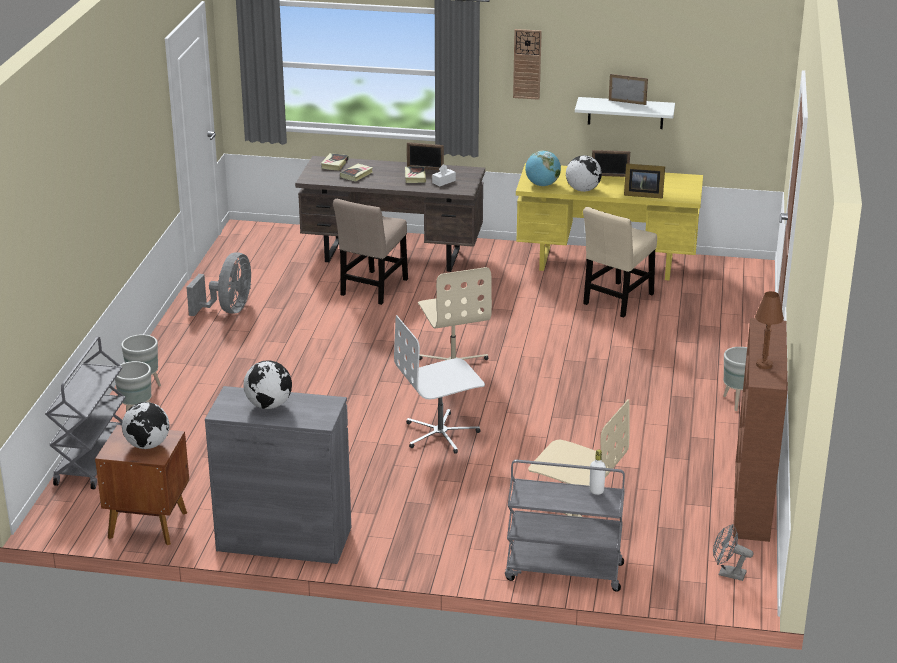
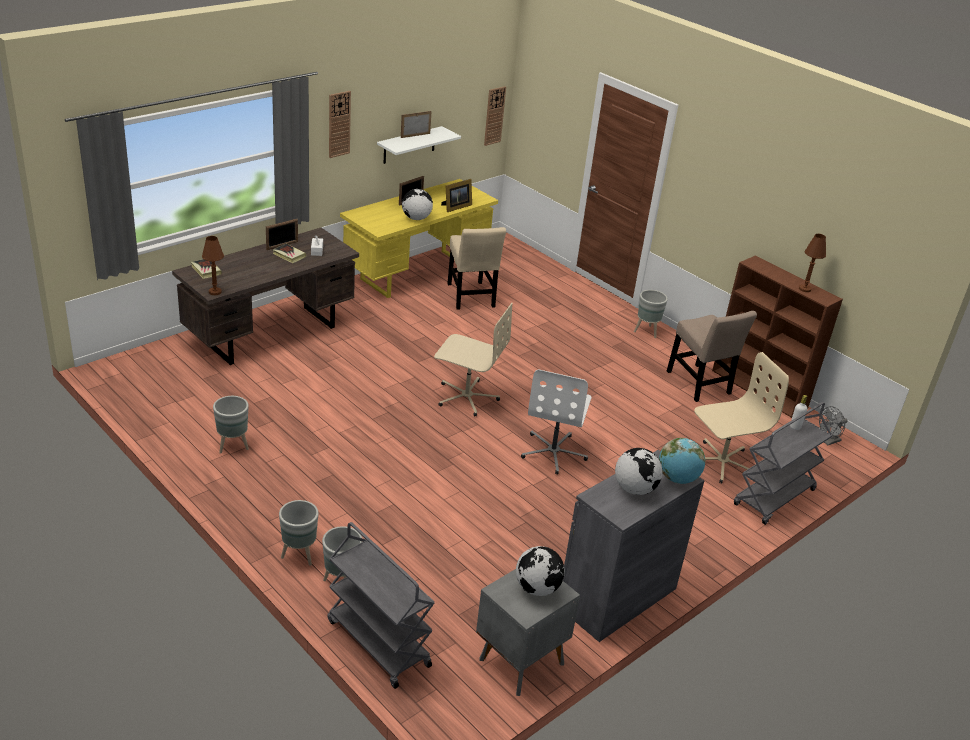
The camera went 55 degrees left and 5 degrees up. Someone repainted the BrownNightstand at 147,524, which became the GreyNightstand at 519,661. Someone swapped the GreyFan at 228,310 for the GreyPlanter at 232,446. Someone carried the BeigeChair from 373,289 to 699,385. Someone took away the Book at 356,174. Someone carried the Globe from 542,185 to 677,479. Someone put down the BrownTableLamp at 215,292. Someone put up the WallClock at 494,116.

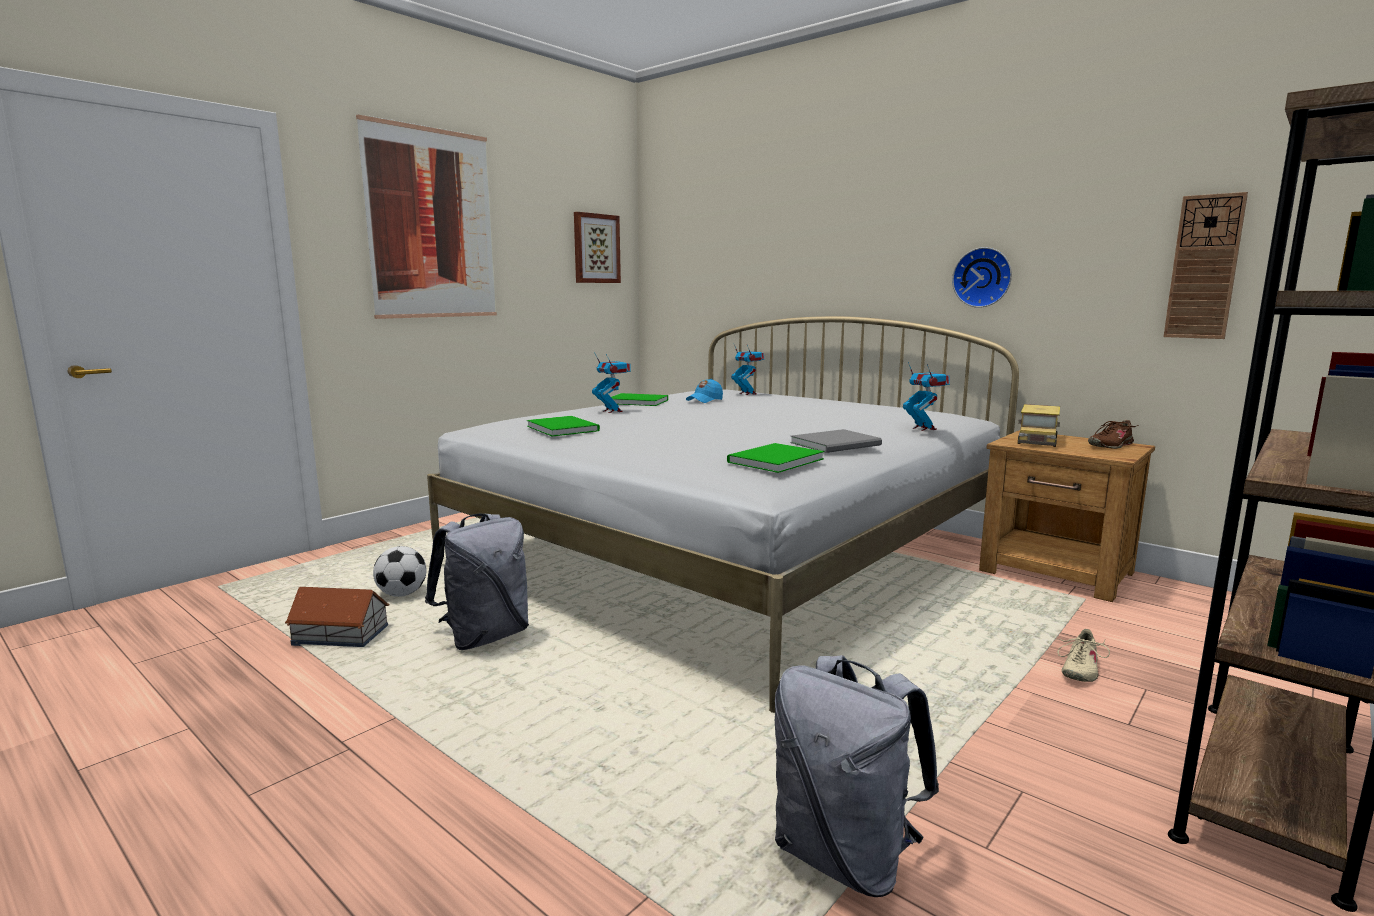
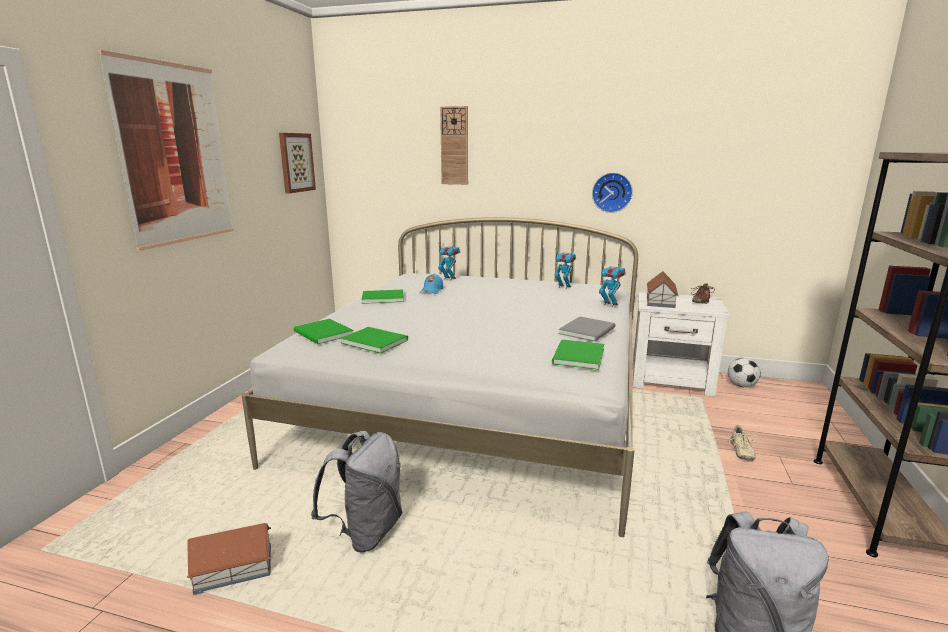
The camera went 25 degrees left and 5 degrees up. Someone carried the Football from 402,594 to 741,385. Someone carried the ToyRobot from 612,411 to 564,287. Someone repainted the BrownNightstand at 1057,572, which became the WhiteNightstand at 672,380. Someone swapped the ToyTruck at 1037,441 for the ToyHouse at 660,301. Someone carried the WallClock from 1204,267 to 454,146. Someone put down the GreenBook at 323,334.

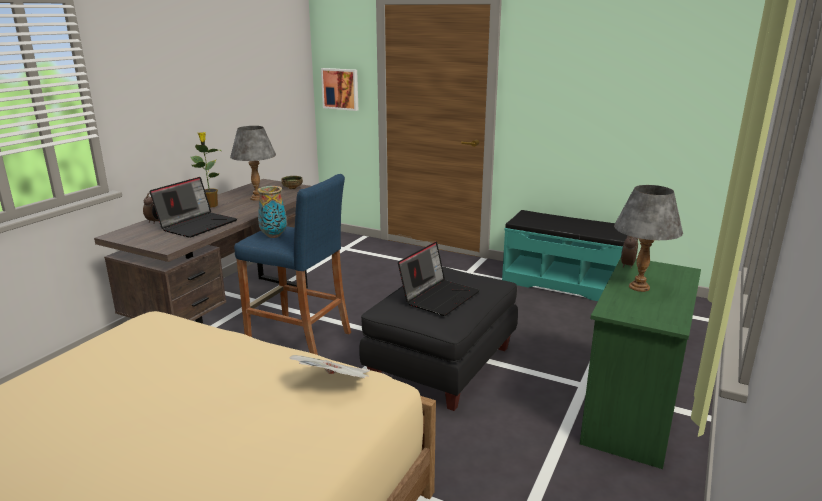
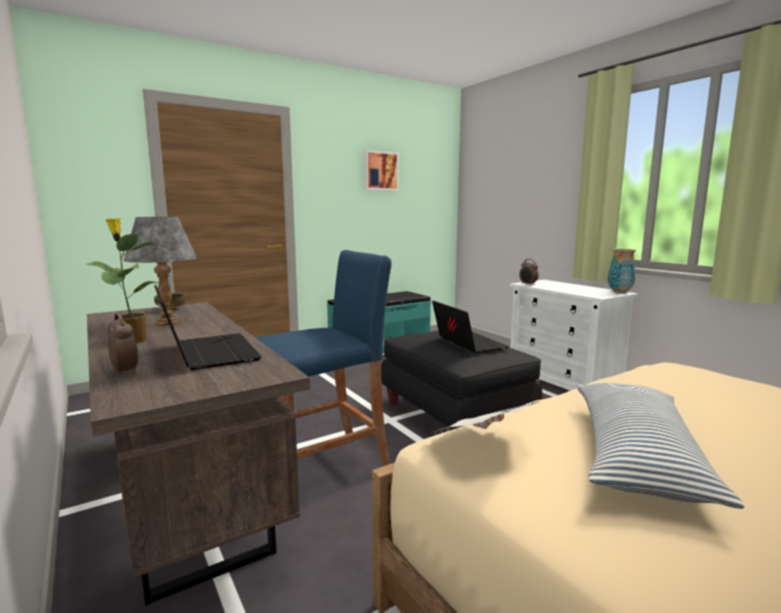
The camera went 60 degrees left and 10 degrees down. Someone carried the Vase from 273,236 to 620,292. Someone carried the Newspaper from 335,385 to 479,445. Someone carried the Picture from 341,89 to 380,171. Someone repainted the GreenDresser at 631,414, which became the WhiteDresser at 563,381. Someone took away the GreyTableLamp at 639,287. Someone put down the Pillow at 636,455.

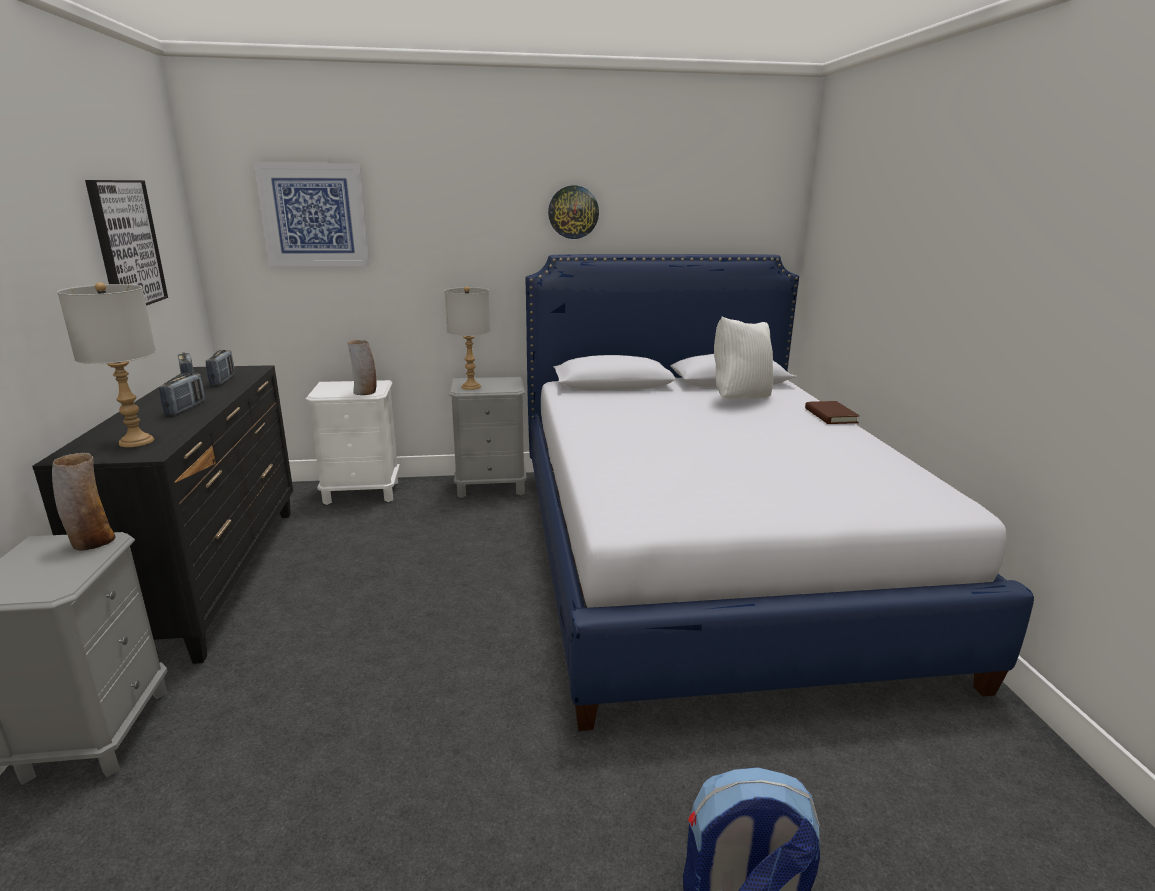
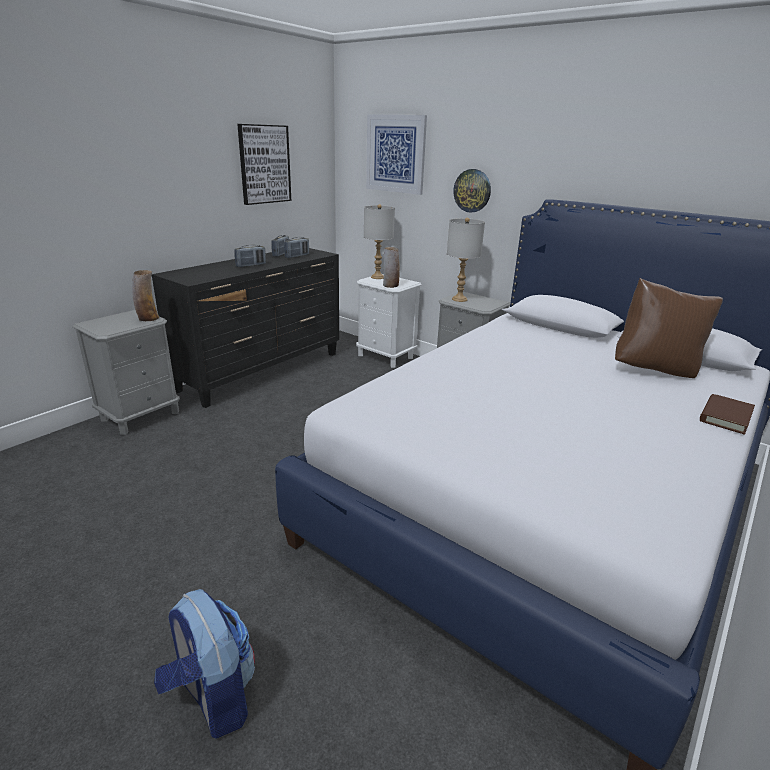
The camera went 45 degrees right and 5 degrees up. Someone carried the GreyTableLamp from 136,442 to 377,277. Someone carried the WallClock from 573,212 to 472,190. Someone repainted the WhitePillow at 739,398, which became the BrownPillow at 655,370.

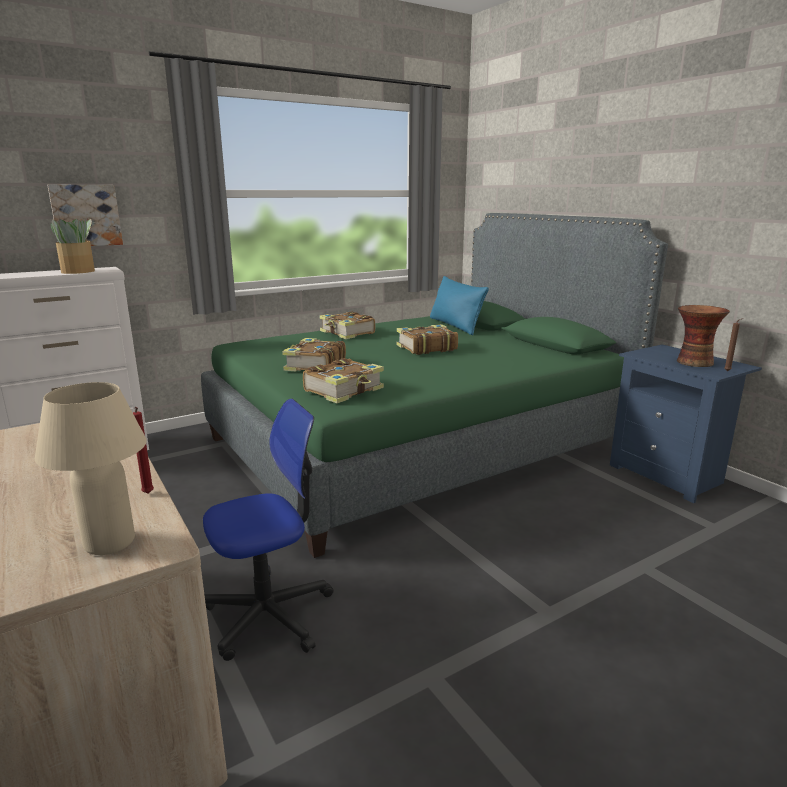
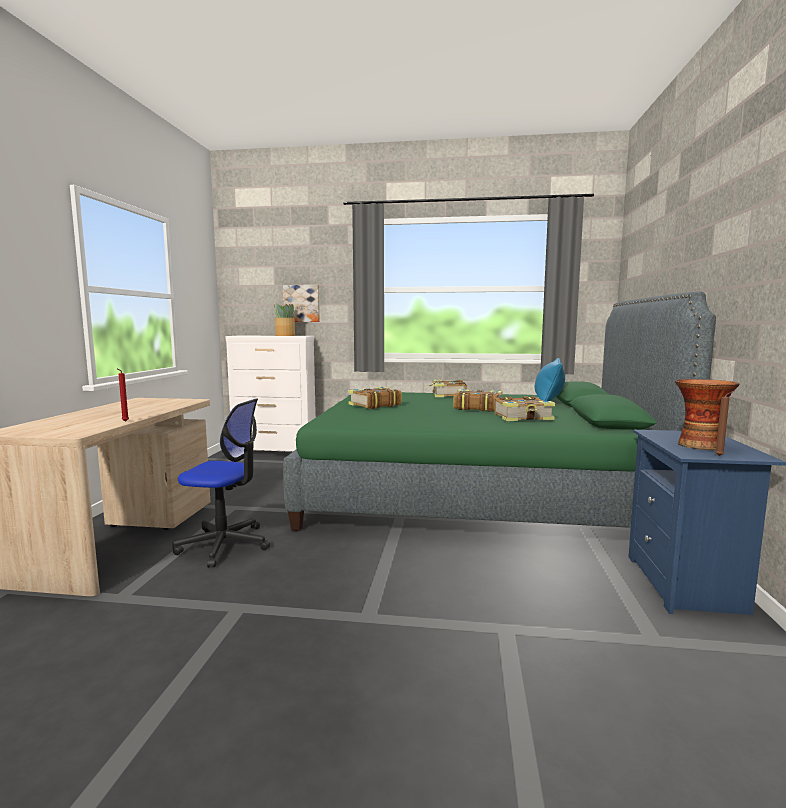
The camera went 40 degrees right and 10 degrees down. Someone took away the BeigeTableLamp at 110,543. Someone carried the Book from 345,390 to 523,418.

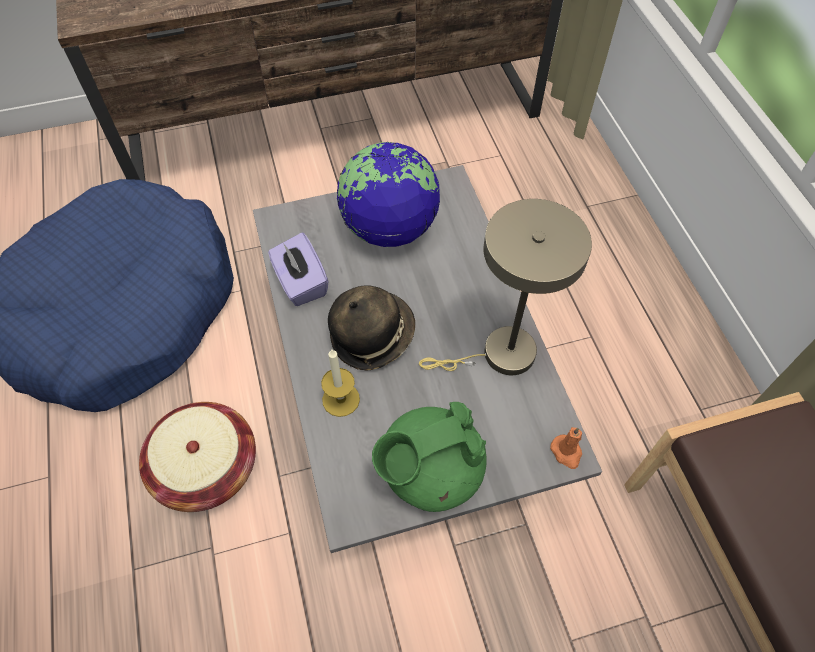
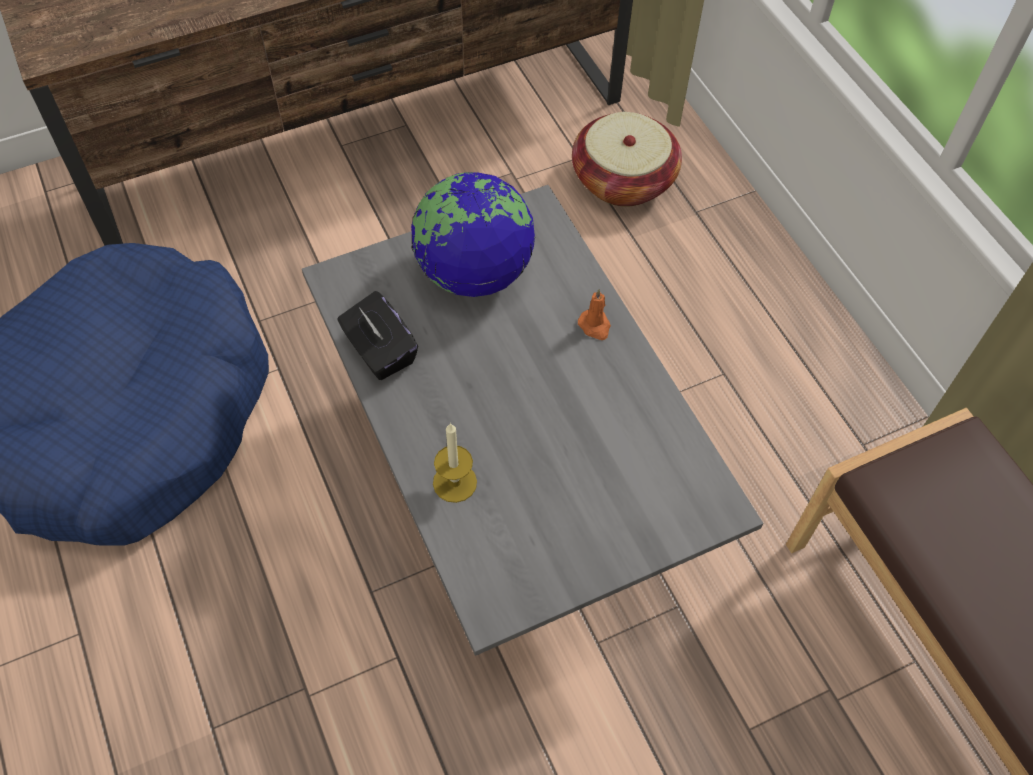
The camera went 10 degrees left and 0 degrees up. Someone carried the Basket from 206,467 to 623,180. Someone repainted the PurpleTissueBox at 300,283, which became the BlackTissueBox at 380,352. Someone took away the Hat at 371,335. Someone took away the GreenTeapot at 430,471. Someone took away the BeigeTableLamp at 499,355. Someone carried the OrangeCandle from 567,452 to 595,326.

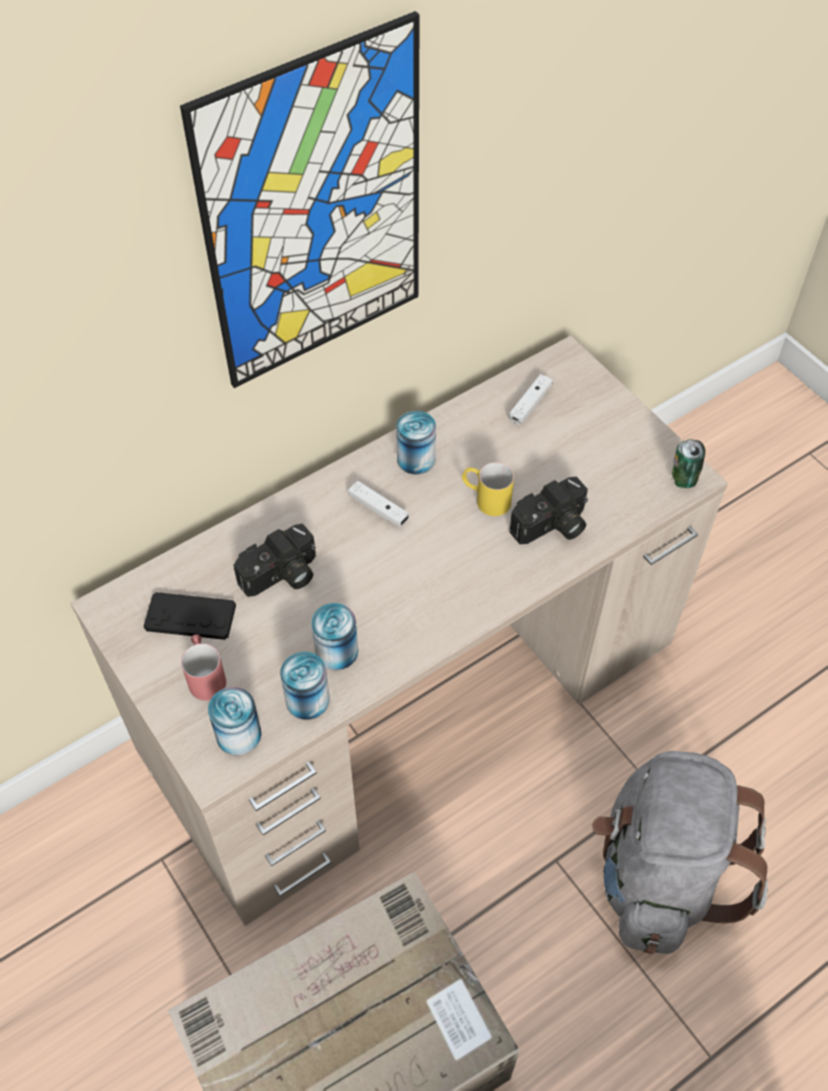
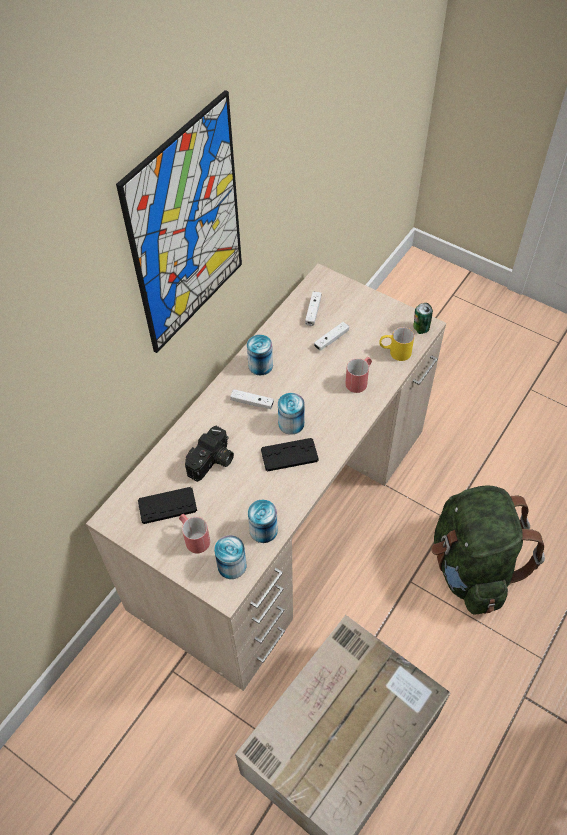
The camera went 20 degrees left and 0 degrees up. Someone carried the Can from 336,651 to 291,423. Someone carried the YellowMug from 485,499 to 394,352. Someone swapped the PhotoCamera at 552,527 for the RedMug at 359,380. Someone repainted the GreyBackpack at 659,874, which became the GreenBackpack at 471,567. Someone put down the BlackGameController at 289,455. Someone put down the WhiteGameController at 331,339.

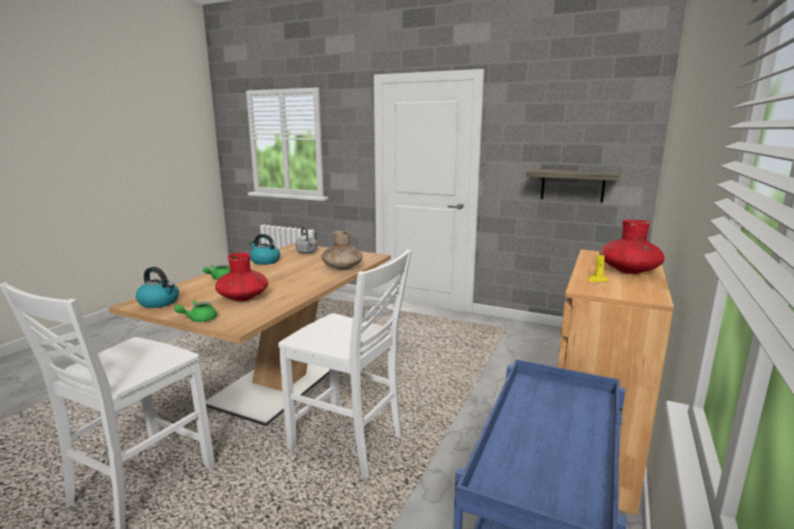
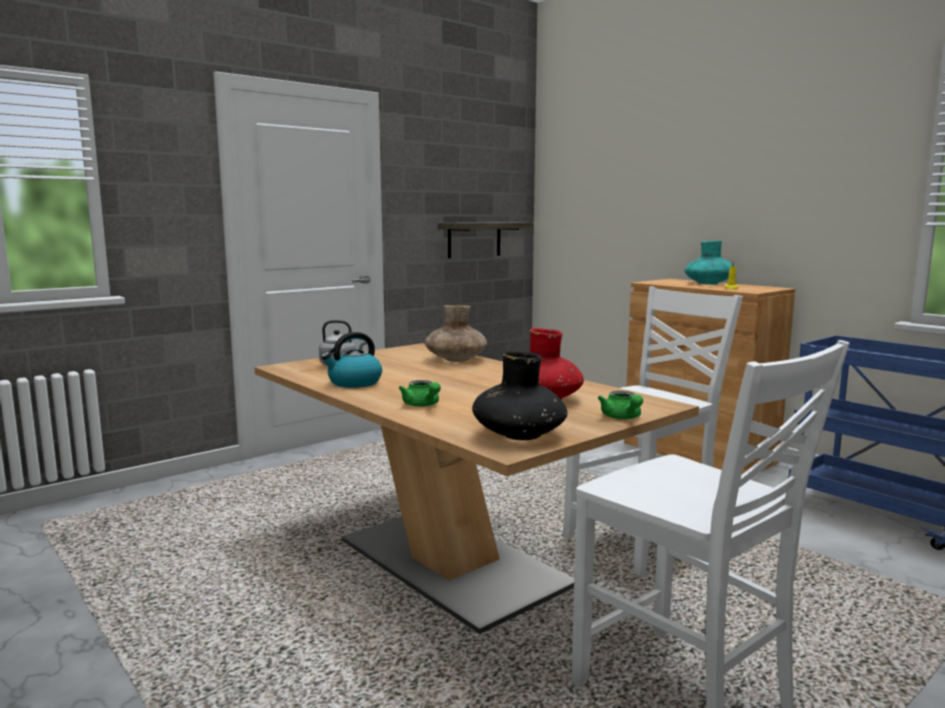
The camera went 65 degrees left and 5 degrees down. Someone swapped the Kettle at 160,302 for the BlackVase at 519,435. Someone repainted the RedVase at 628,271, which became the TurquoiseVase at 708,284.

